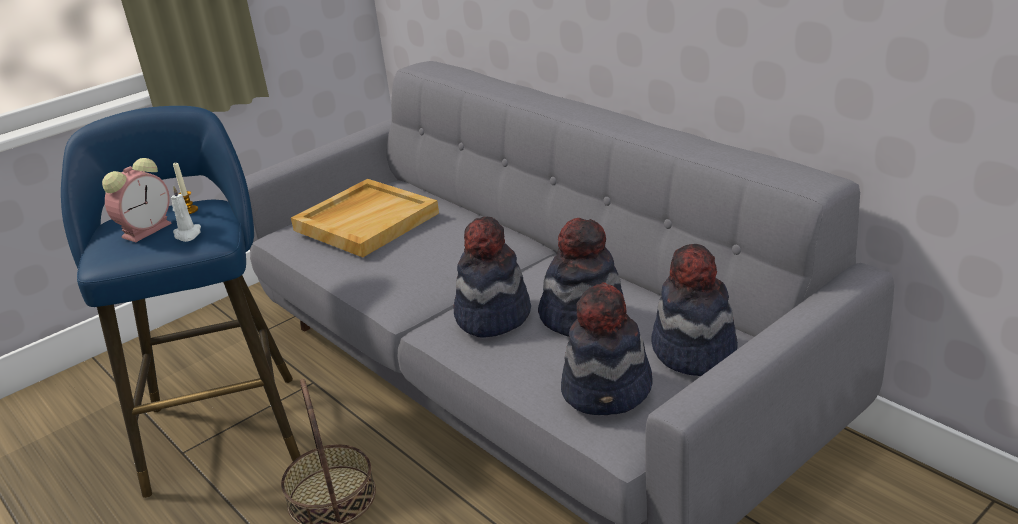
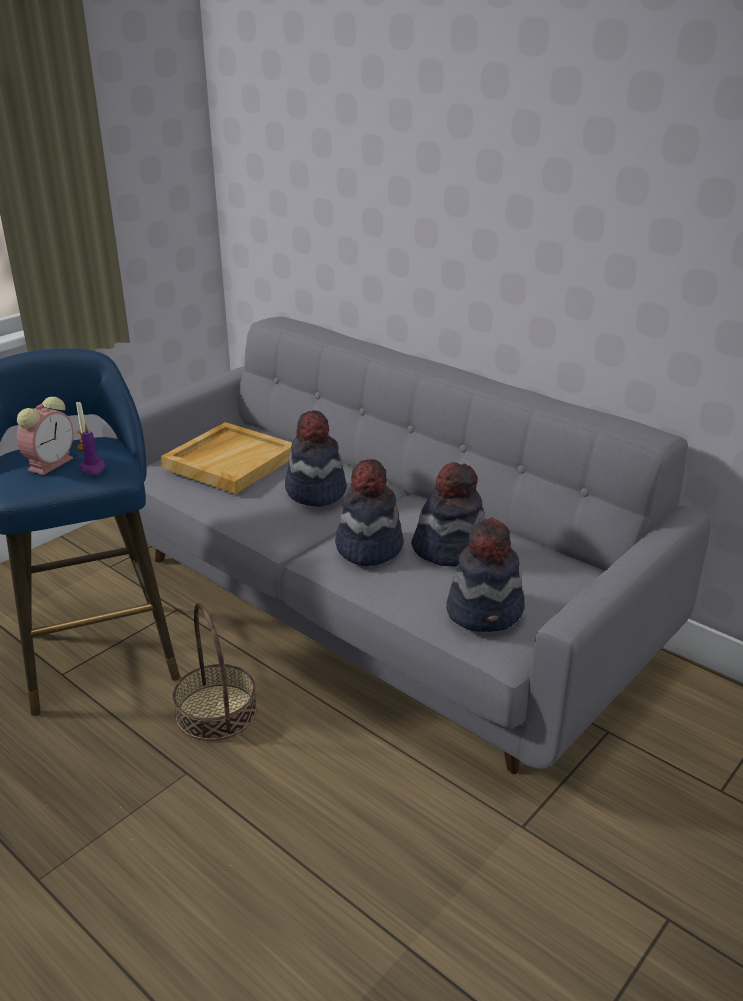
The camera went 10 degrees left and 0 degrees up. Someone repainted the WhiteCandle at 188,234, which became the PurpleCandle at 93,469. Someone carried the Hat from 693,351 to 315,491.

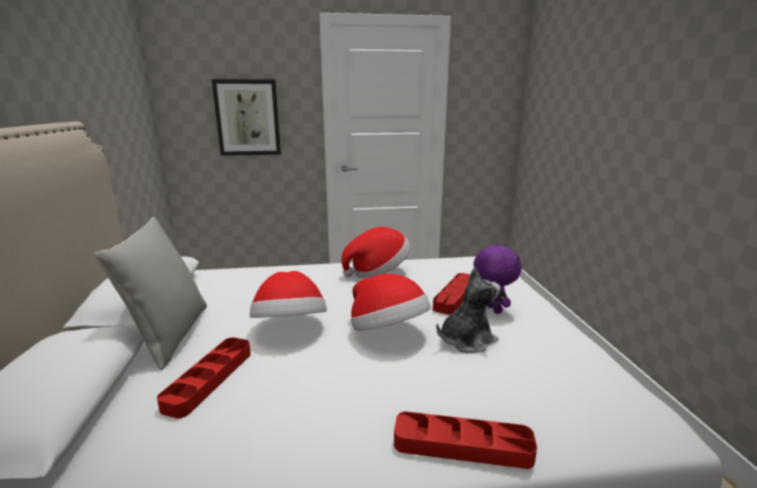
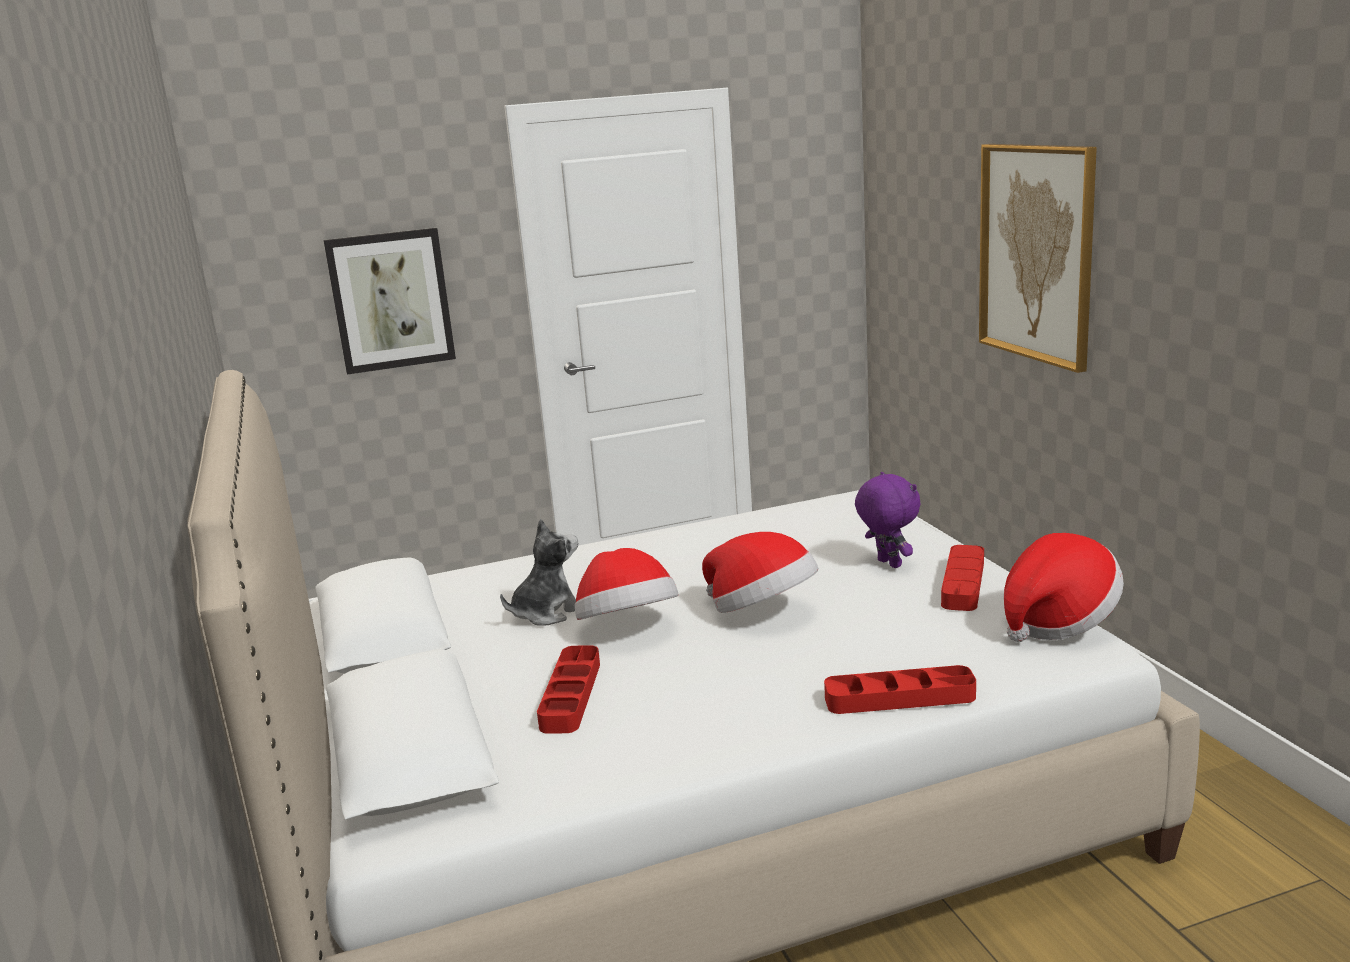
The camera went 10 degrees left and 0 degrees up. Someone took away the GreyPillow at 169,336. Someone carried the Hat from 378,272 to 1057,621. Someone carried the RedTray from 455,296 to 963,583. Someone carried the PlushToy from 466,340 to 546,613. Someone put up the Picture at 1036,253.

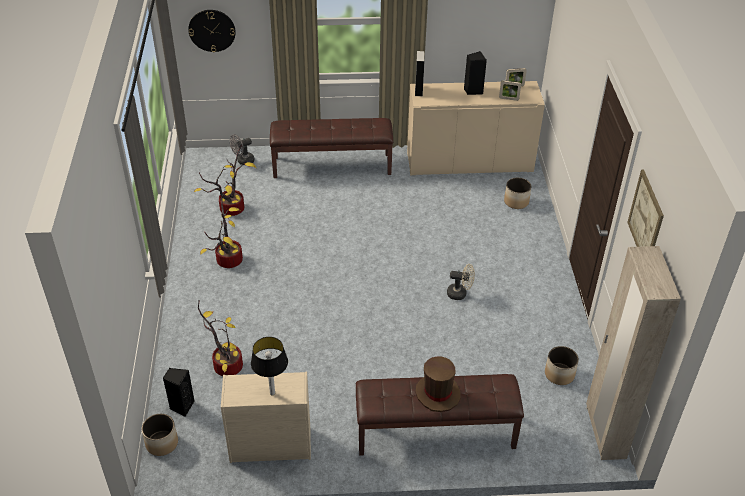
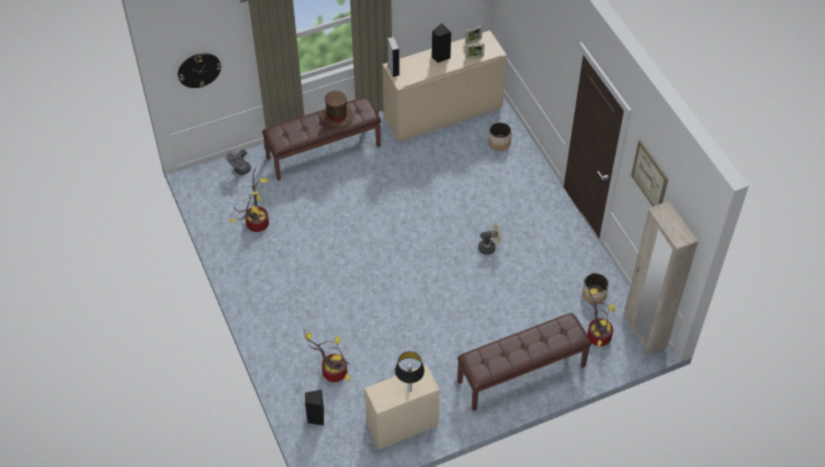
The camera went 20 degrees left and 10 degrees up. Someone took away the Planter at 161,443. Someone carried the PottedPlant from 228,258 to 597,335. Someone carried the BrownHat from 438,393 to 337,117.

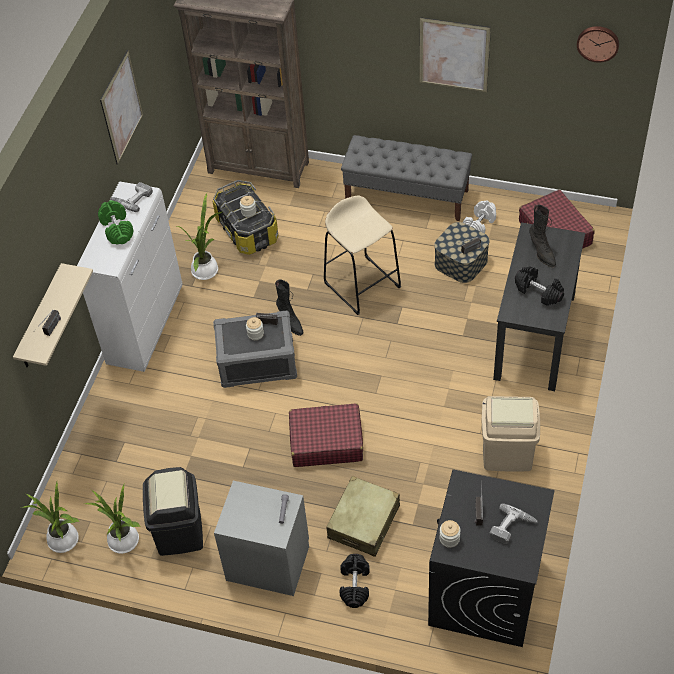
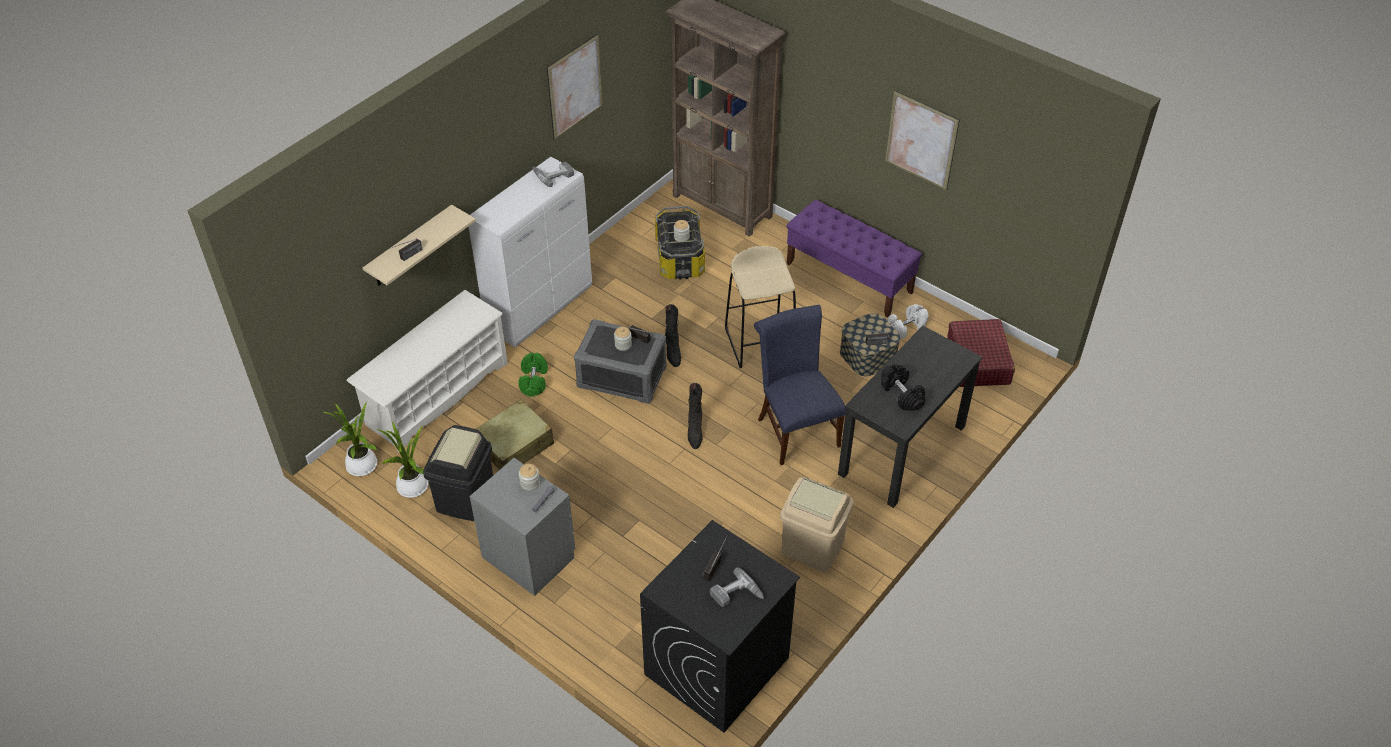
The camera went 20 degrees right and 5 degrees down. Someone carried the GreenDumbbell from 117,229 to 534,381. Someone took away the PottedPlant at 206,269. Someone took away the RedSuitcase at 326,442. Someone carried the BeigeSuitcase from 364,522 to 515,445. Someone took away the BlackDumbbell at 354,585. Someone repainted the GreyBench at 407,196, which became the PurpleBench at 849,278. Someone carried the Jar from 449,539 to 530,483. Someone carried the BlackBoot from 541,252 to 695,432. Someone took away the WallClock at 598,42. Someone put down the WhiteShoeRack at 437,394. Someone put down the BlueChair at 795,429.

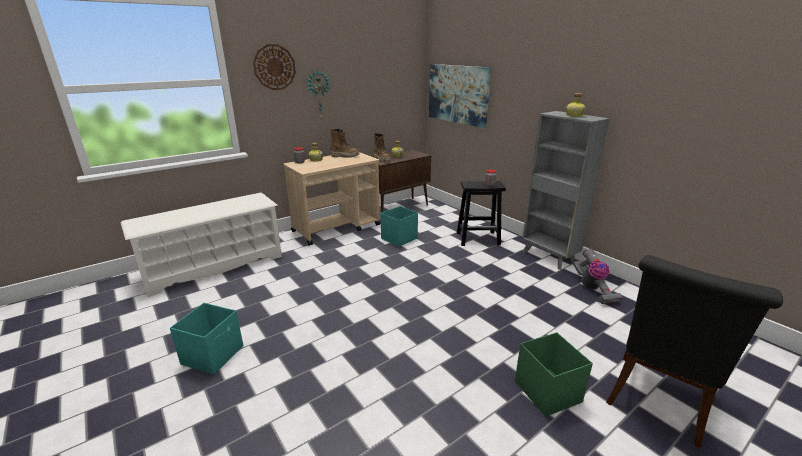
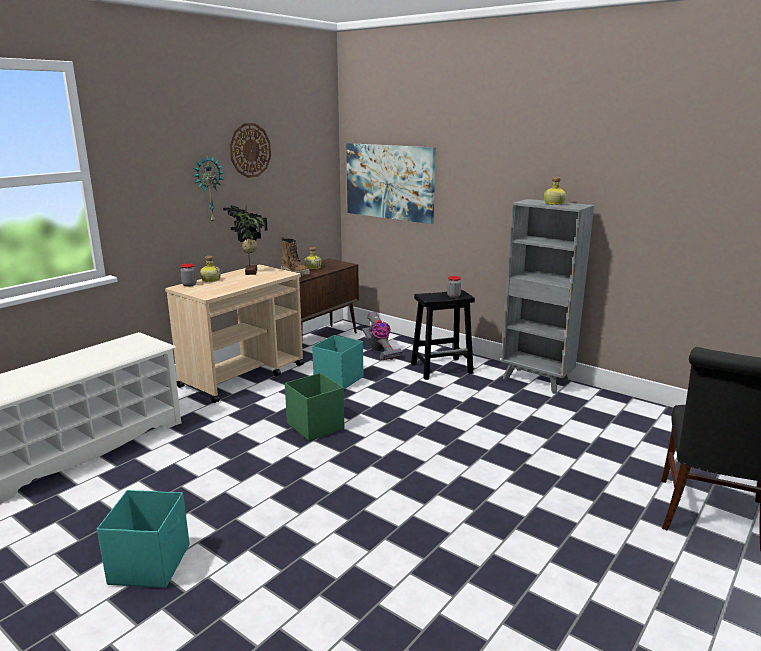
The camera went 15 degrees left and 5 degrees down. Someone carried the WallClock from 274,67 to 250,150. Someone swapped the Boot at 345,156 for the PottedPlant at 249,272. Someone carried the GreenStorageBox from 547,391 to 315,426. Someone carried the VacuumCleaner from 592,289 to 380,351.

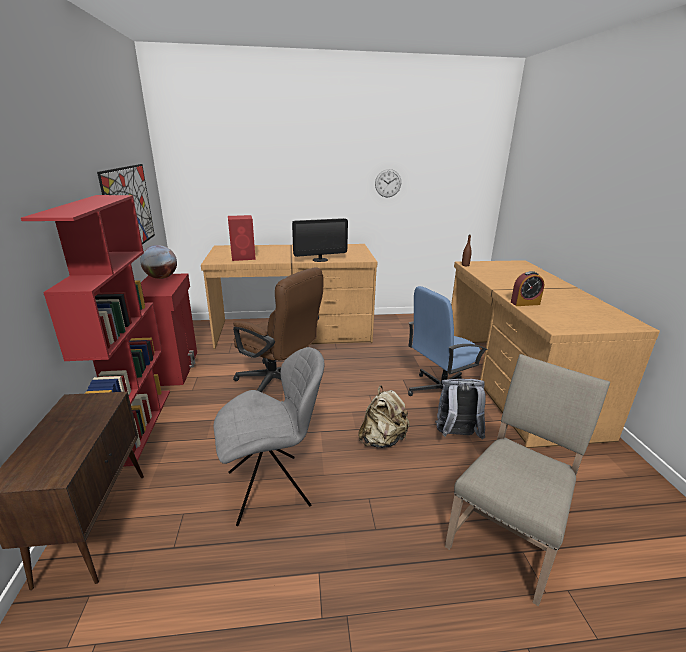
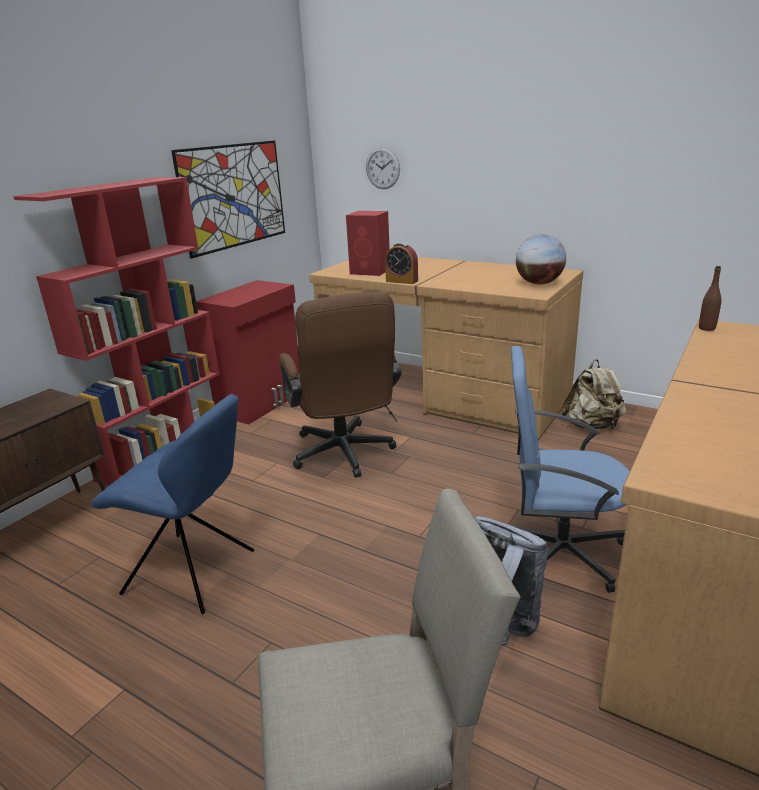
The camera went 40 degrees right and 0 degrees up. Someone carried the Globe from 161,278 to 539,283. Someone repainted the GreyChair at 272,488, which became the BlueChair at 194,573. Someone took away the Monitor at 320,260. Someone carried the BeigeBackpack from 382,440 to 592,426. Someone carried the WallClock from 388,183 to 382,168. Someone carried the AlarmClock from 525,303 to 402,281.

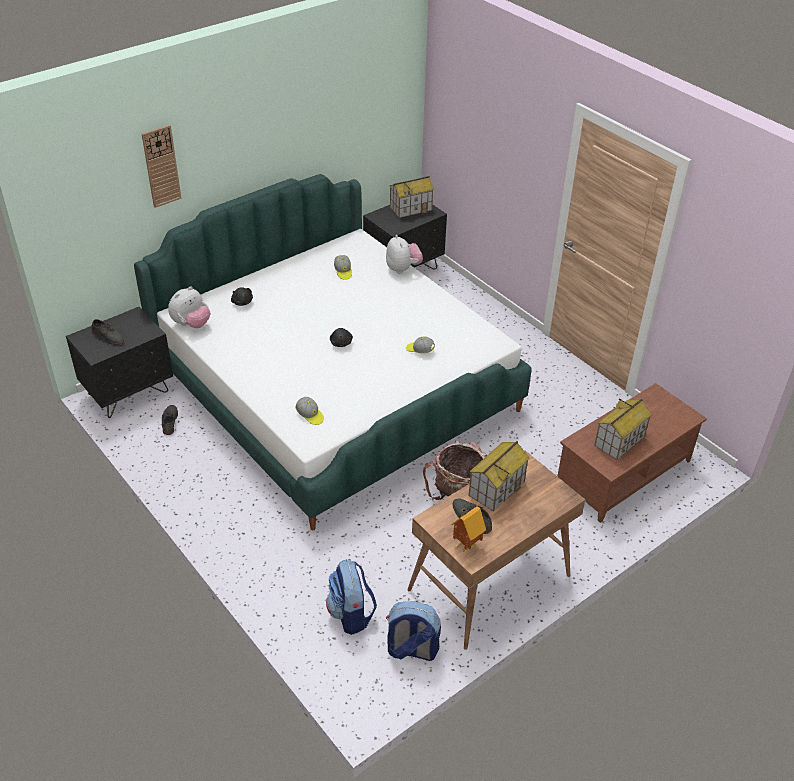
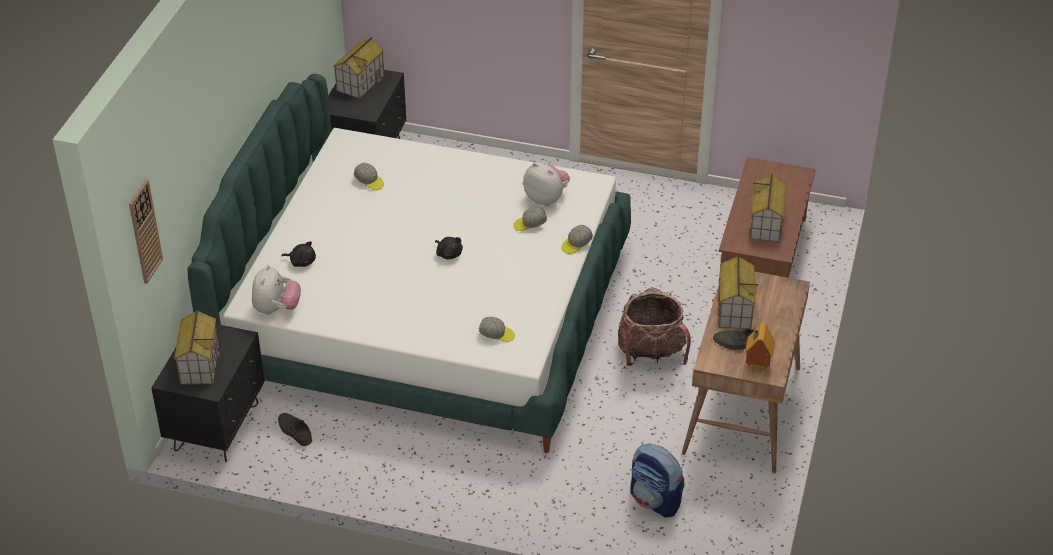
The camera went 35 degrees left and 0 degrees up. Someone swapped the GreyShoe at 108,336 for the ToyHouse at 199,364. Someone carried the WallClock from 161,166 to 144,231. Someone carried the PlushToy from 403,268 to 546,198. Someone took away the Backpack at 411,650. Someone put down the Cap at 576,244.

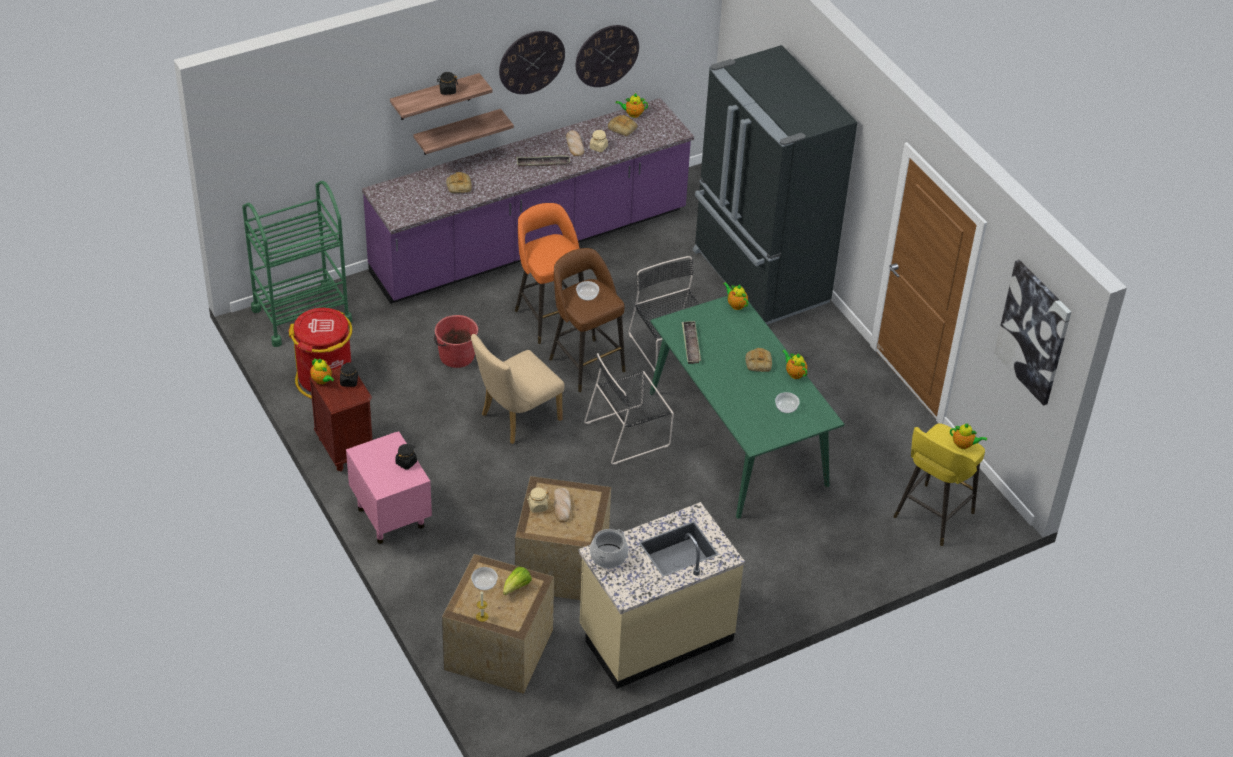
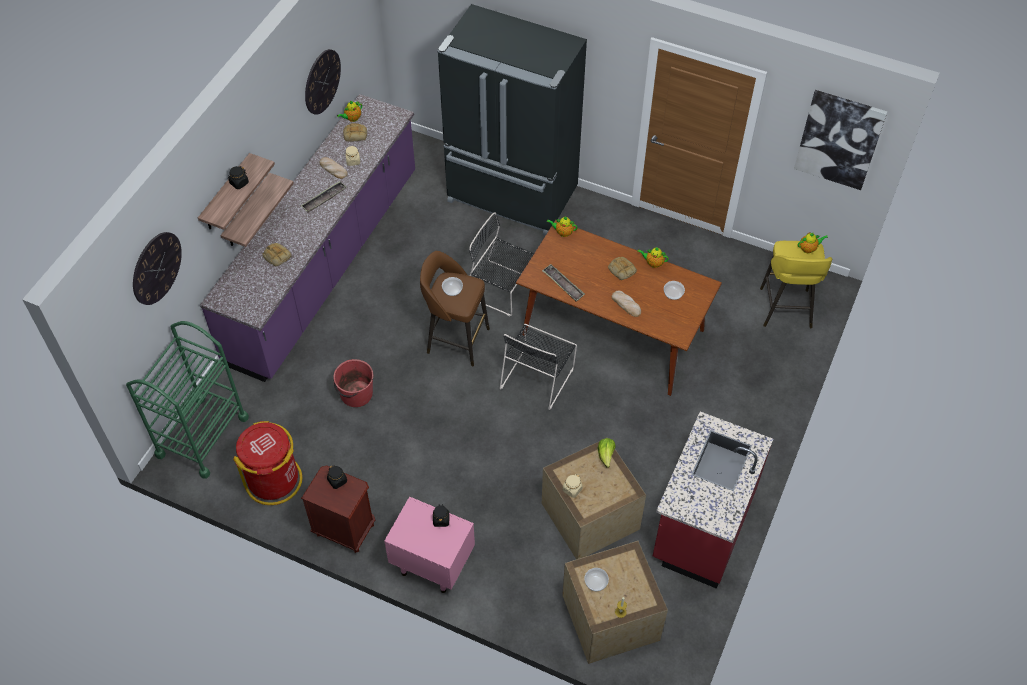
The camera went 35 degrees left and 10 degrees up. Someone took away the Teapot at 322,380. Someone took away the BeigeChair at 516,419. Someone carried the WallClock from 531,62 to 156,268. Someone carried the Lettuce from 516,587 to 606,456. Someone took away the OrangeStool at 549,317. Someone carried the Bread from 562,506 to 626,304. Someone repainted the BeigeCounter at 655,634, which became the RedCounter at 701,526. Someone took away the CookingPot at 609,556. Someone repainted the GreenDiningTable at 738,439, which became the BrownDiningTable at 613,332.

